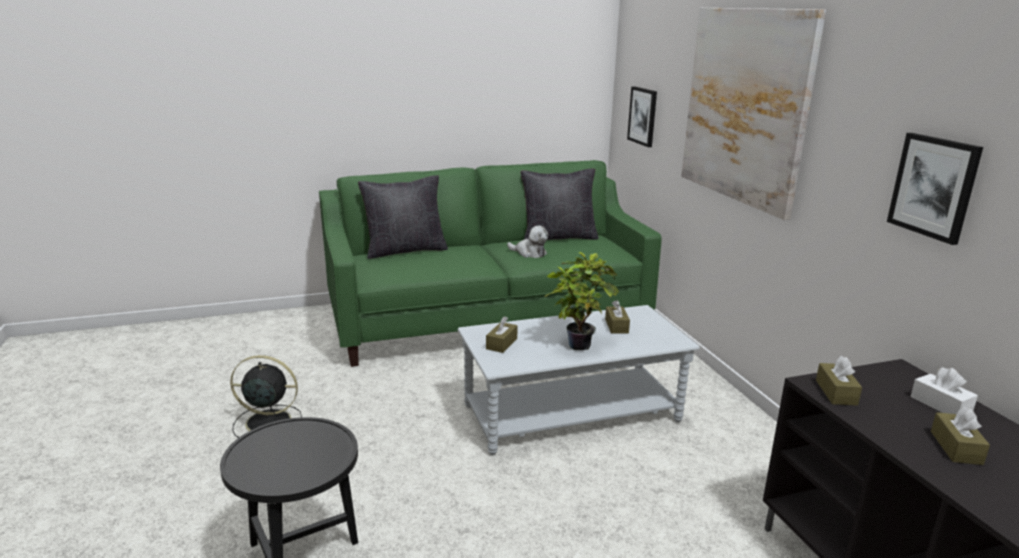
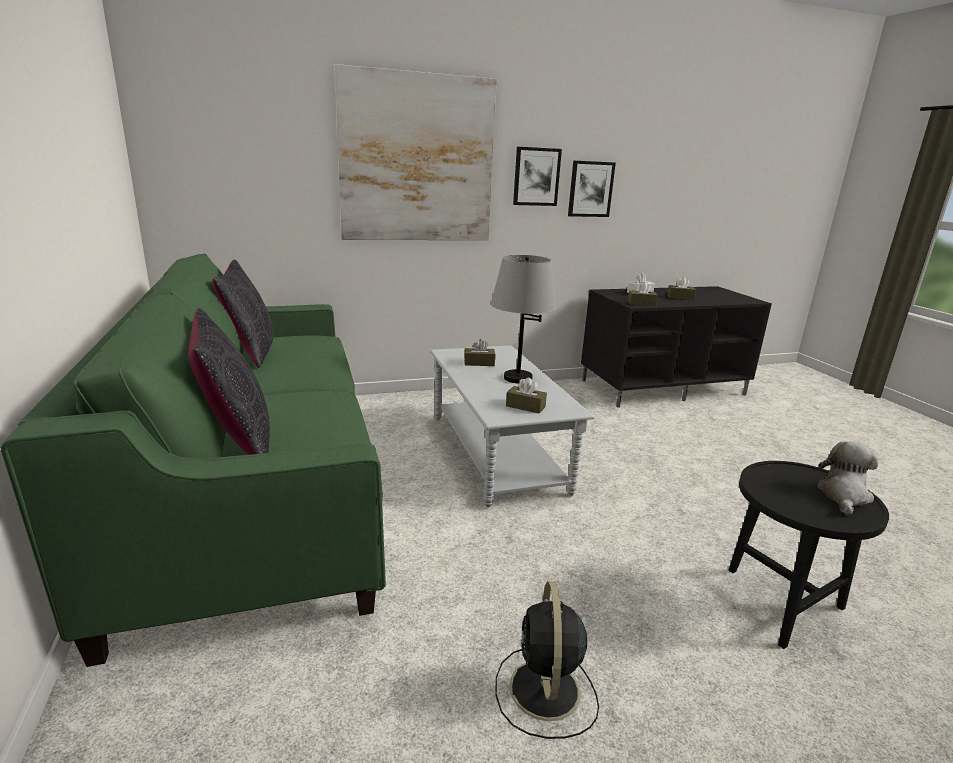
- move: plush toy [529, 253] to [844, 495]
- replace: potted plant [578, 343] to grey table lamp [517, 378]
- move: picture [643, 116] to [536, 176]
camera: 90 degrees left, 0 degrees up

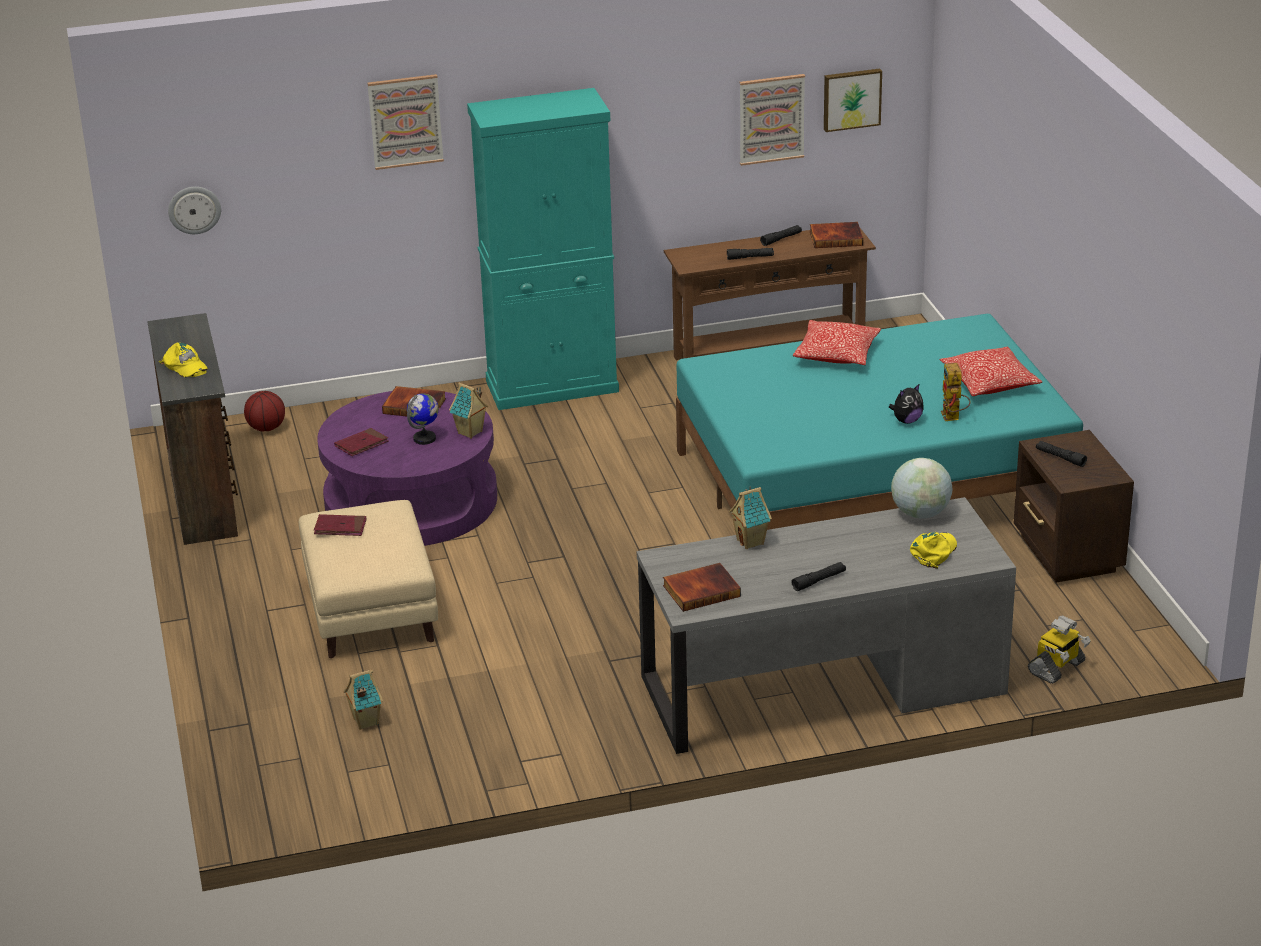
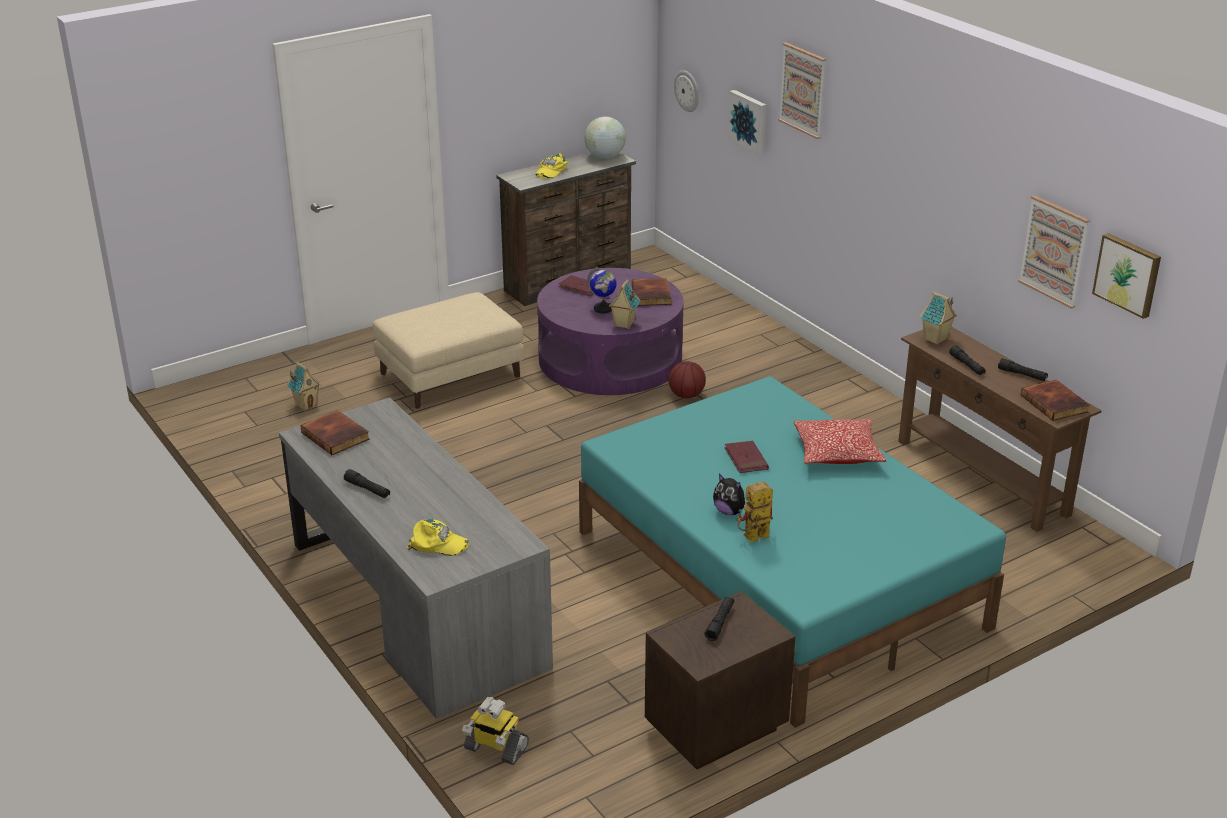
- move: basketball [266, 428] to [686, 395]
- move: red book [340, 527] to [746, 459]
- delete: turquoise cabinet [552, 386]
- move: toy house [751, 542] to [936, 339]
- move: globe [920, 514] to [605, 157]
- delete: pillow [989, 383]
- insert: picture [749, 121]
camera: 70 degrees right, 0 degrees up

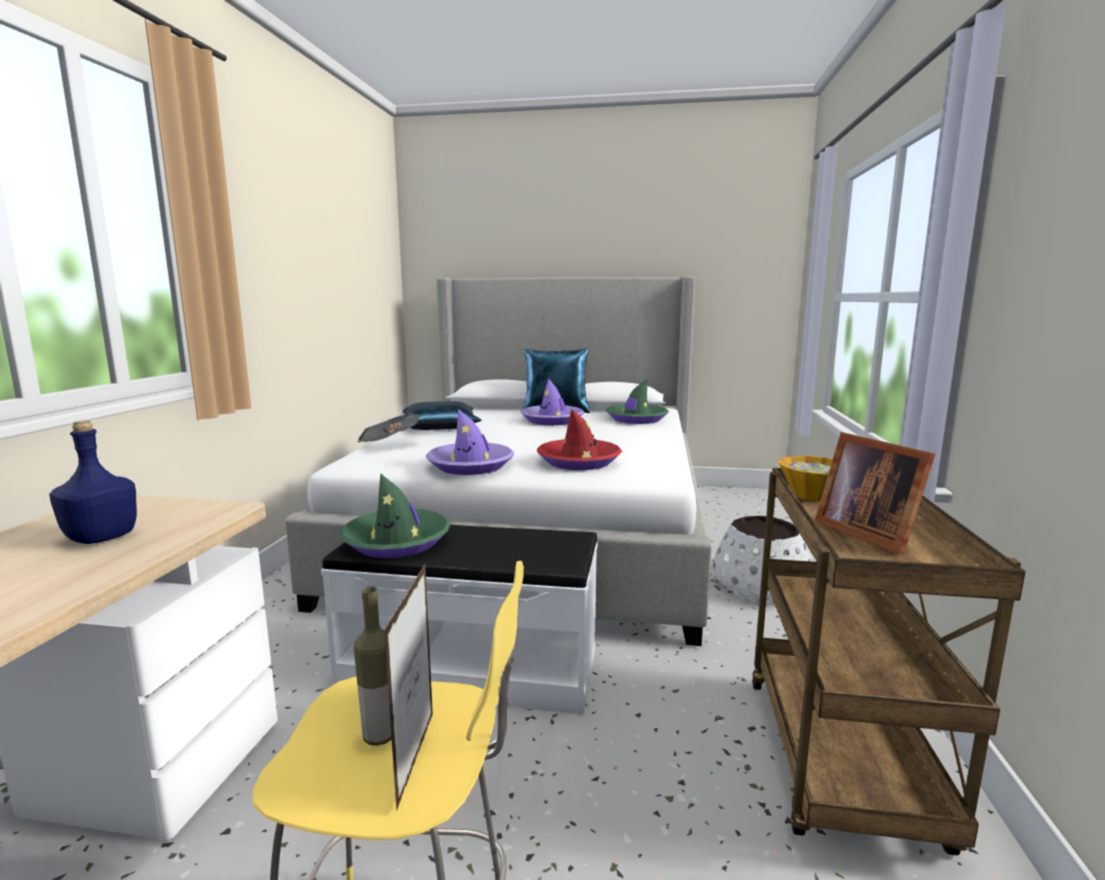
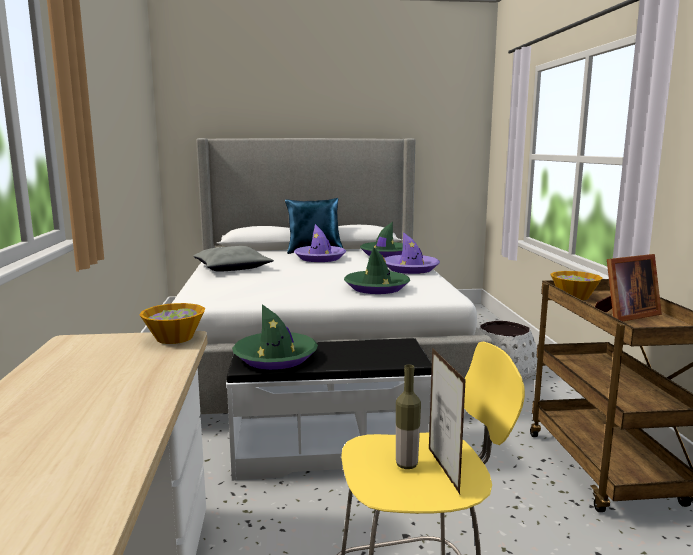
- delete: blue bottle [100, 538]
- delete: newspaper [389, 445]
- recolor: blue pillow [440, 427] to grey pillow [232, 268]
- move: purple hat [471, 466] to [410, 269]
- recolor: red hat [579, 461] to green hat [376, 288]
- rotate: picture frame [867, 532] = [624, 315] 75 degrees counterclockwise
- insert: bowl [174, 338]
camera: 15 degrees left, 0 degrees up

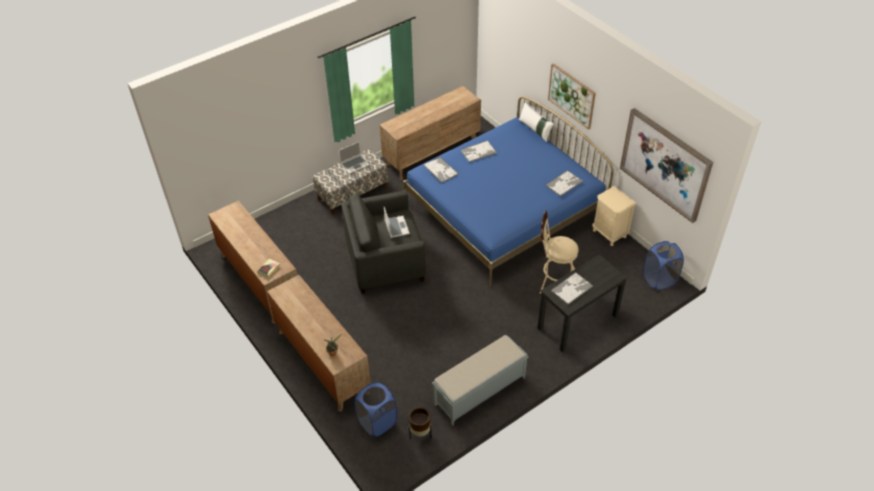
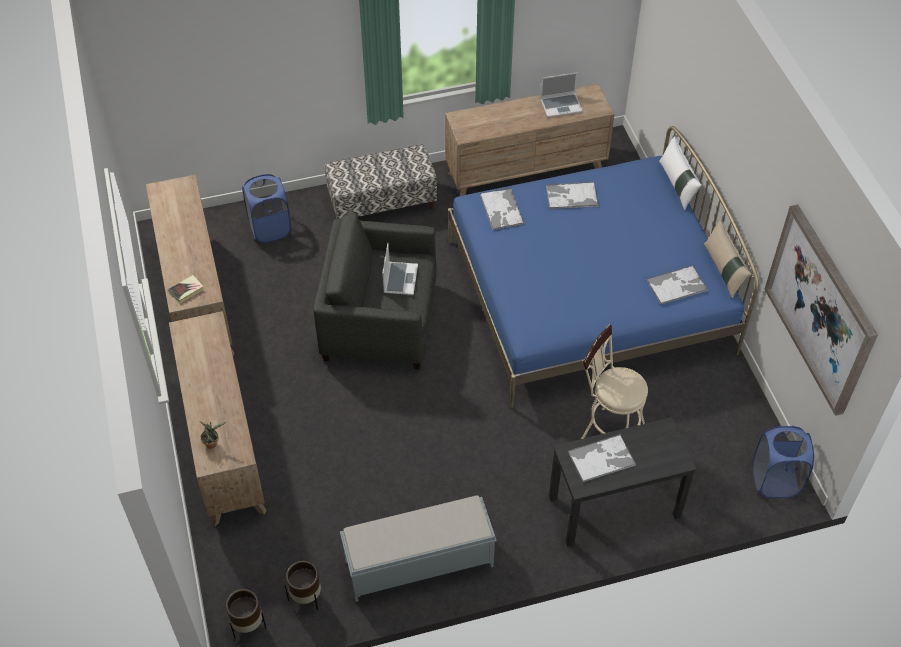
- move: laptop [355, 164] to [561, 105]
- move: blue laundry basket [377, 422] to [270, 228]
- delete: picture [571, 95]
- delete: beige nightstand [609, 233]
- insert: brown planter [248, 625]
- insert: beige pillow [723, 270]
camera: 20 degrees right, 5 degrees up

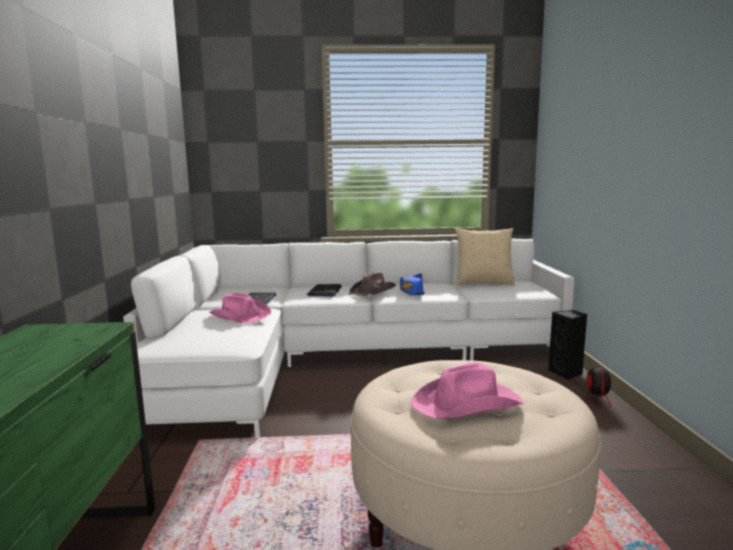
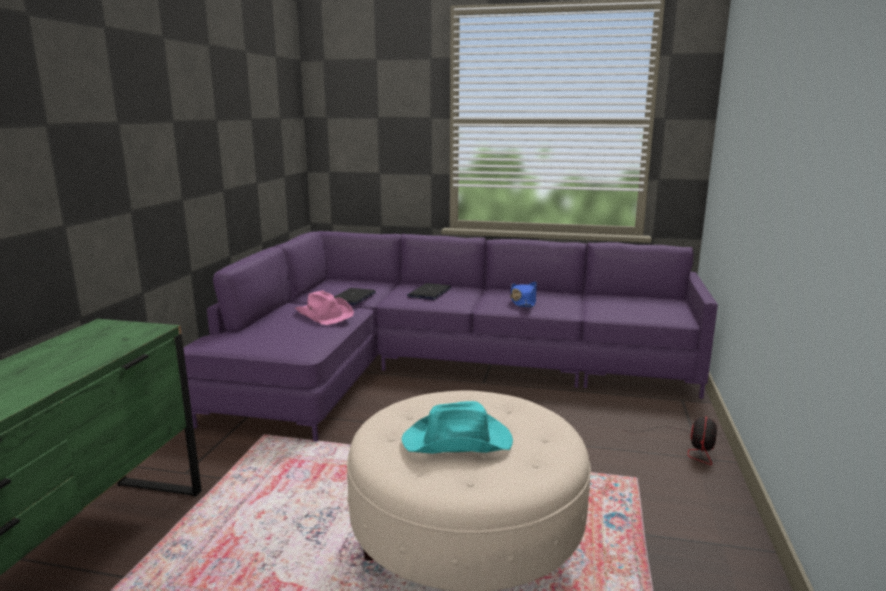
- recolor: white sofa [338, 359] to purple sofa [438, 368]
- delete: brown hat [373, 291]
- recolor: pink hat [467, 404] to turquoise hat [458, 442]
- delete: beige pillow [483, 283]
- delete: black speaker [566, 373]
camera: 15 degrees right, 5 degrees up

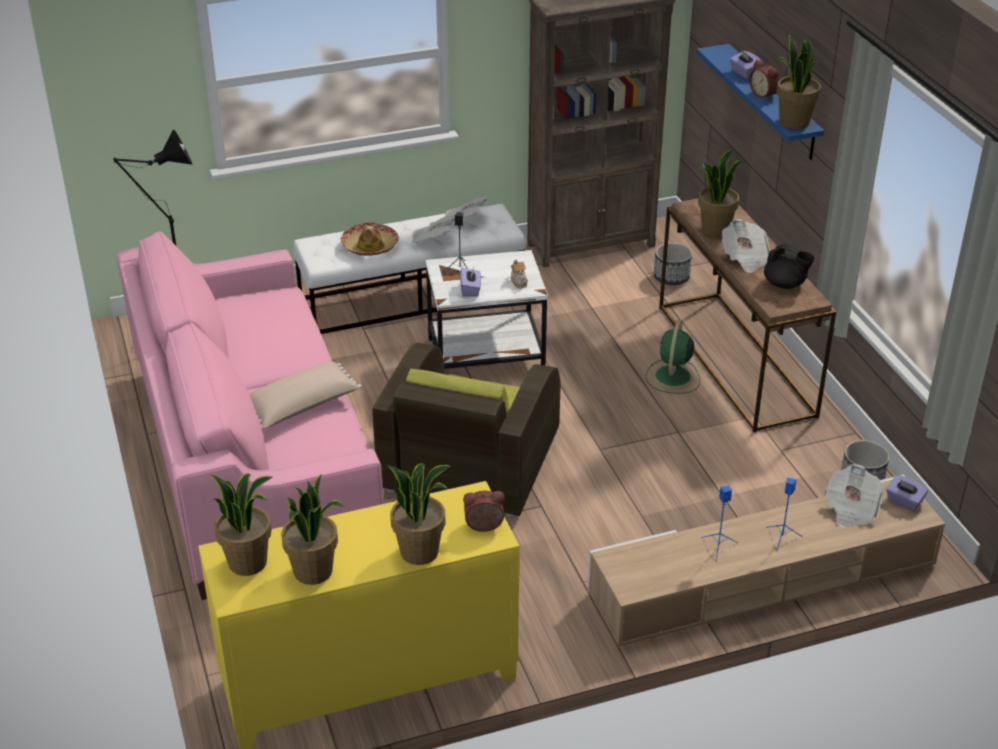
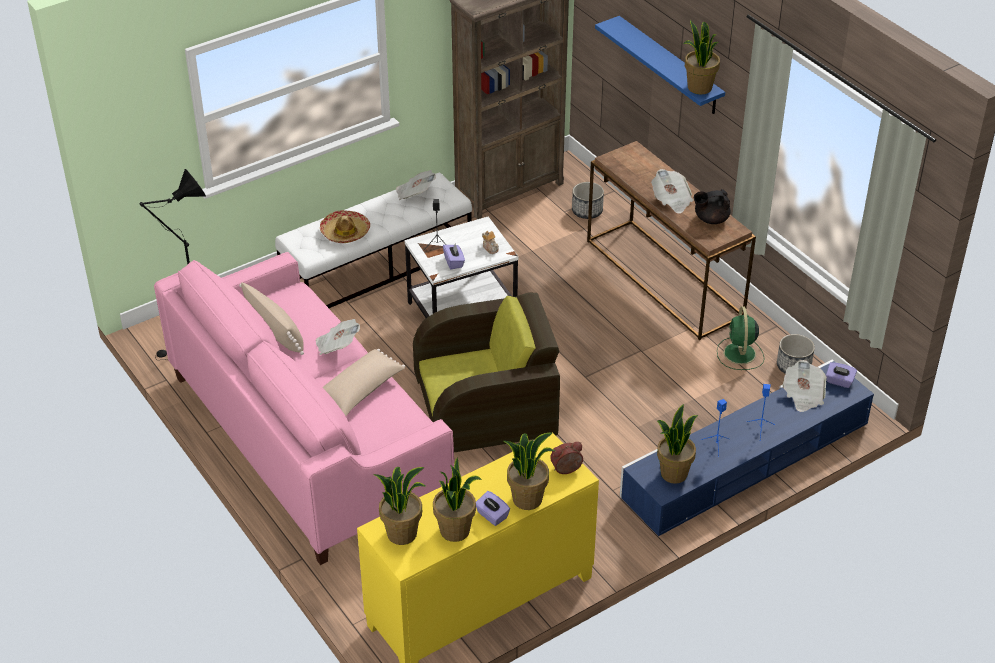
- rotate: brown armchair [469, 463] = [486, 408] 105 degrees counterclockwise
- move: newspaper [432, 240] to [337, 346]
- recolor: beige tv stand [762, 579] to blue tv stand [745, 461]
- move: green fan [672, 377] to [739, 354]
- move: potted plant [715, 229] to [673, 473]
- move: purple tissue box [744, 73] to [492, 515]
- delete: alarm clock [764, 94]
- rotate: black teapot [785, 284] = [710, 219] 150 degrees clockwise
- insert: beige pillow [275, 331]
camera: 15 degrees left, 5 degrees up

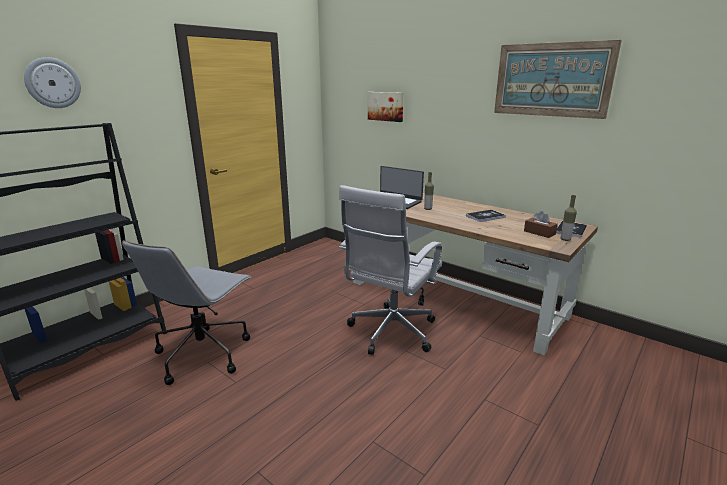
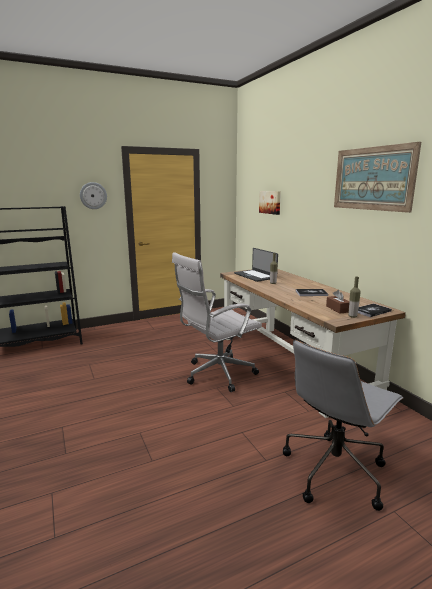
- move: wall clock [53, 83] to [93, 195]
- move: grey office chair [203, 353] to [334, 470]
camera: 25 degrees right, 5 degrees down

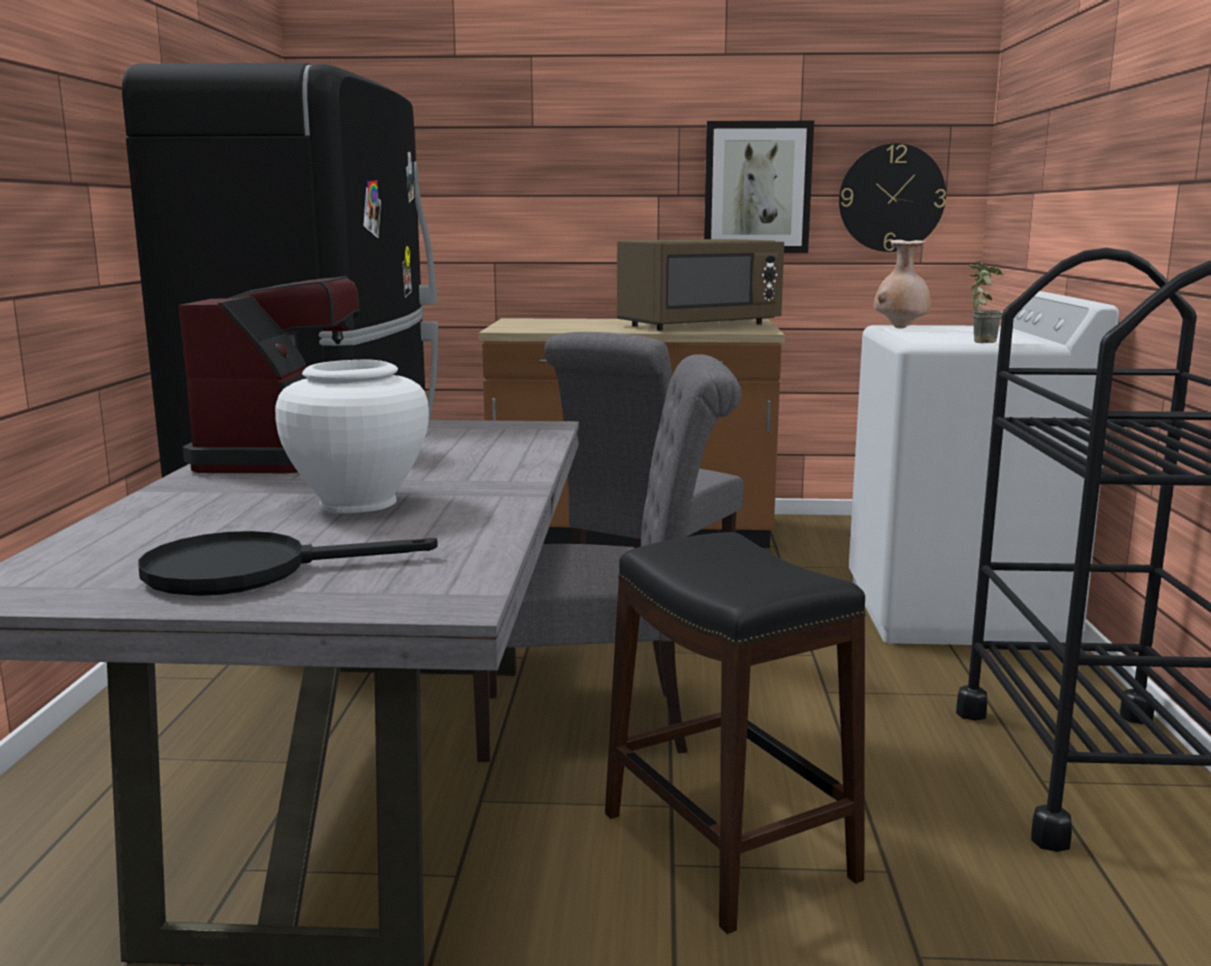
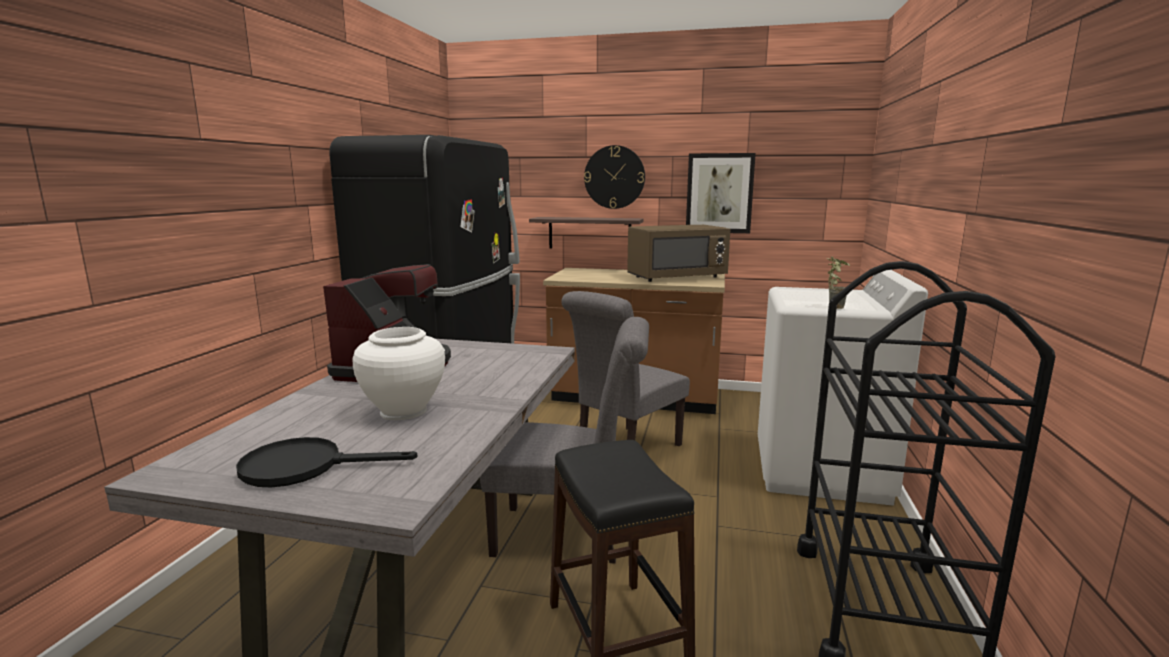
- move: wall clock [891, 198] to [614, 177]
- delete: beige vase [900, 328]
- insert: shelf [589, 233]
camera: 10 degrees right, 0 degrees up

